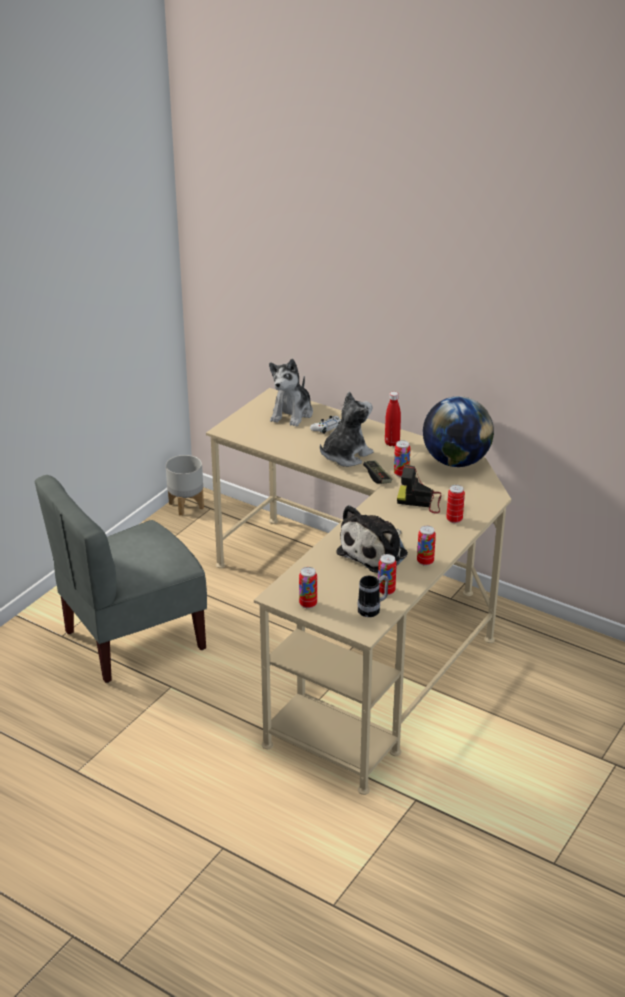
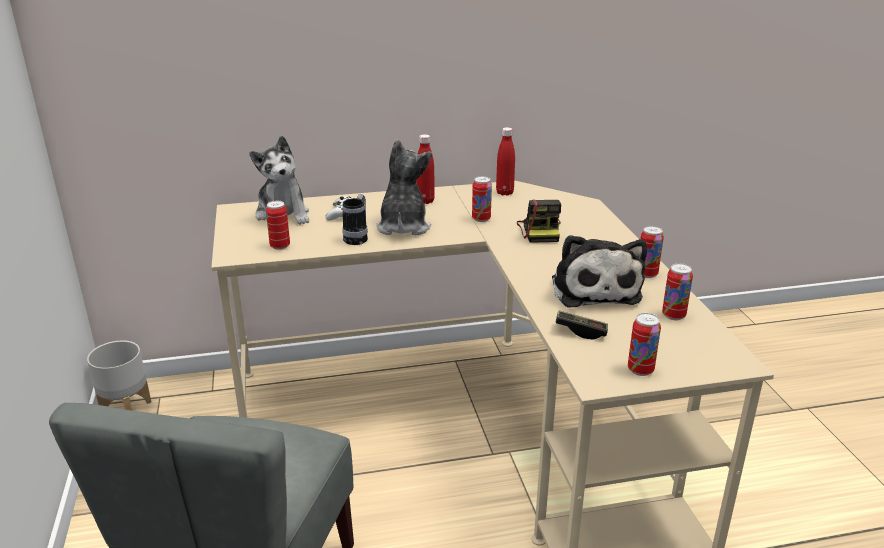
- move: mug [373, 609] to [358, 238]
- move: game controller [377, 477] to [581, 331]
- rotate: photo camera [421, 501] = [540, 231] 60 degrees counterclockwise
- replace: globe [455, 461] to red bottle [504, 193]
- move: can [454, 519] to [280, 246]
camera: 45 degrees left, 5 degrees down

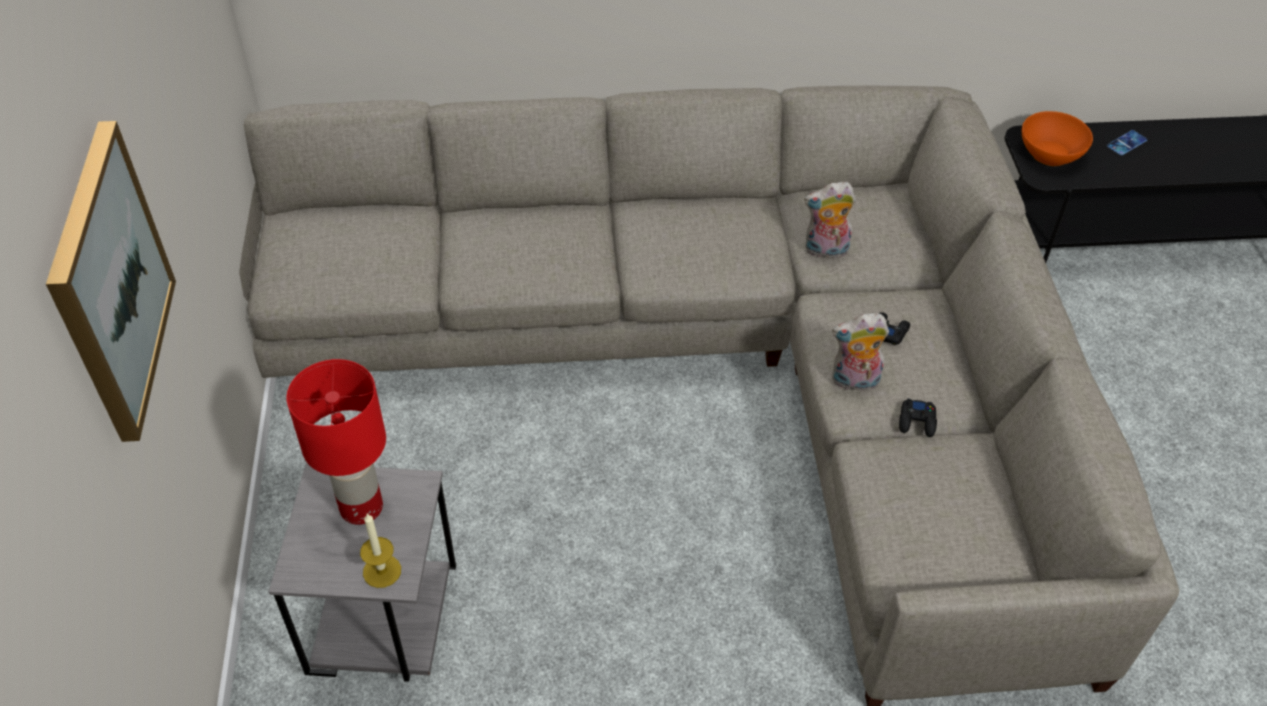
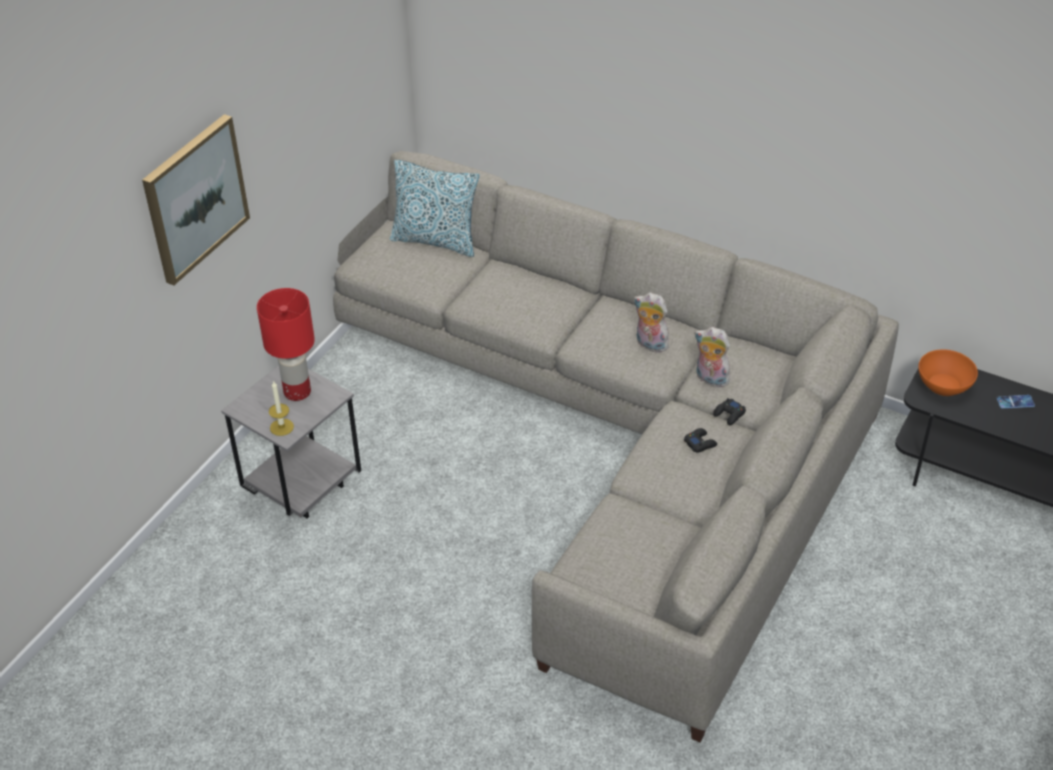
- move: plush toy [854, 382] to [649, 344]
- move: black game controller [917, 421] to [729, 414]
- insert: pillow [436, 241]
camera: 35 degrees right, 5 degrees down

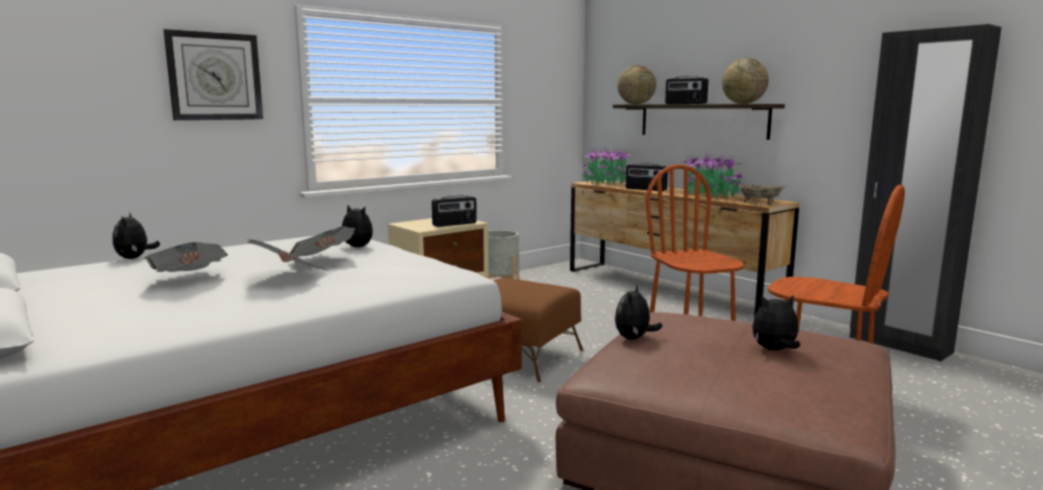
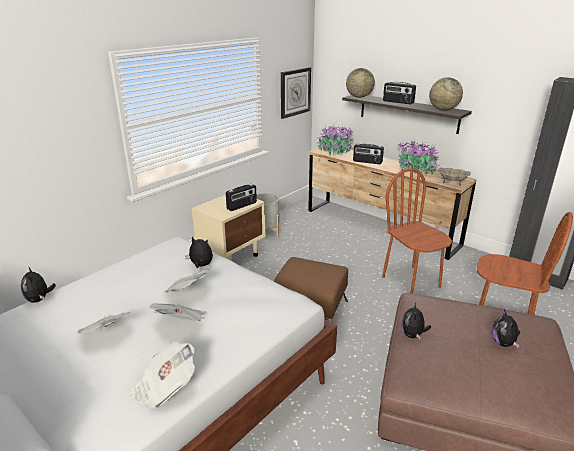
- move: wall clock [215, 76] to [295, 92]
- rotate: plush toy [774, 350] = [503, 343] 75 degrees counterclockwise
- insert: newspaper [165, 387]
camera: 10 degrees left, 15 degrees up

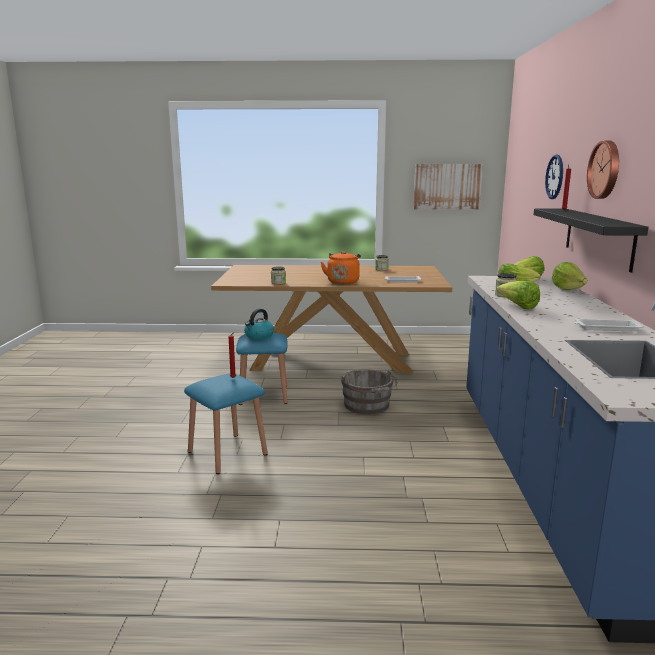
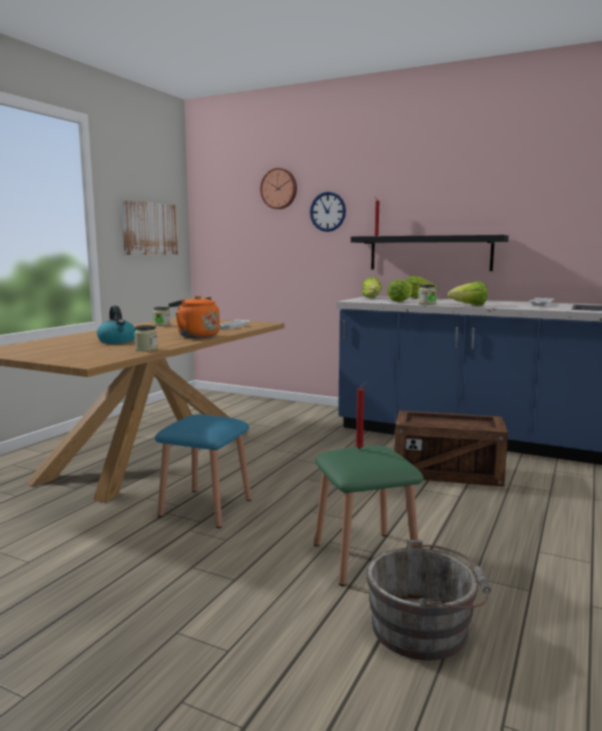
- recolor: blue stool [227, 453] to green stool [364, 557]
- move: kettle [259, 336] to [117, 341]
- move: grey bucket [368, 406] to [425, 629]
- move: wall clock [605, 169] to [279, 189]
- insert: crate [447, 472]
camera: 65 degrees left, 5 degrees down

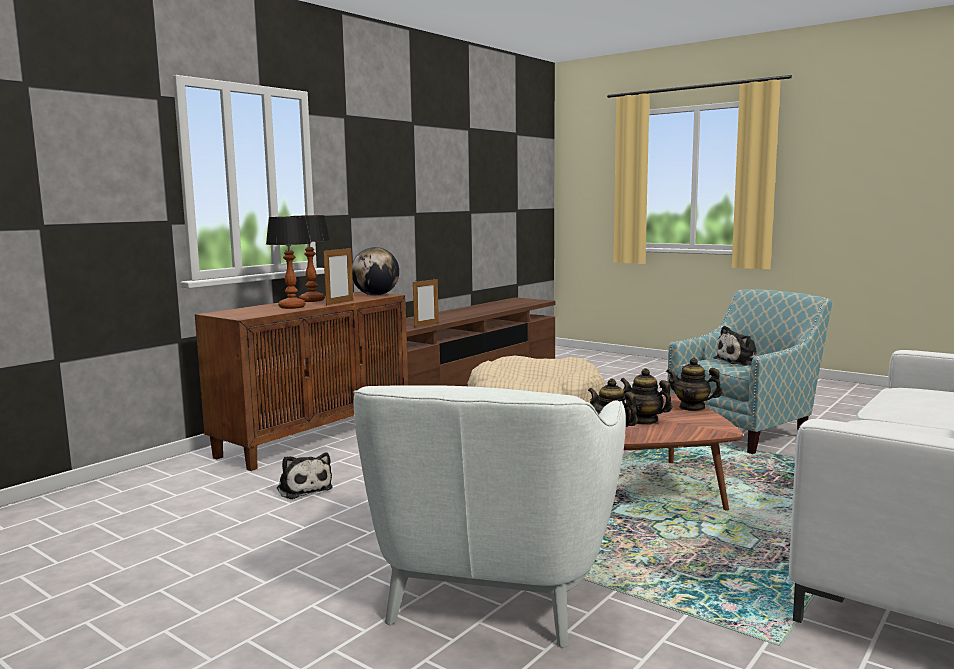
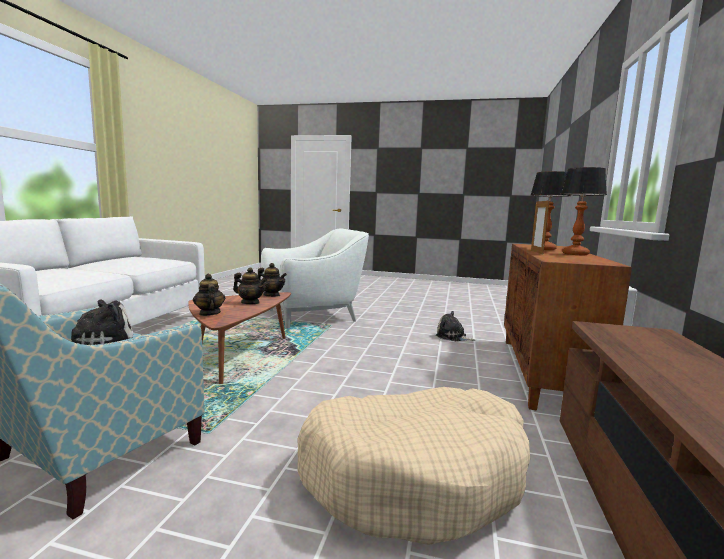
- delete: globe [376, 295]
- rotate: white armchair [495, 586] = [312, 316] 75 degrees clockwise
- delete: picture frame [426, 325]
- rotate: teapot [692, 408] = [209, 313] 120 degrees counterclockwise
camera: 155 degrees right, 0 degrees up

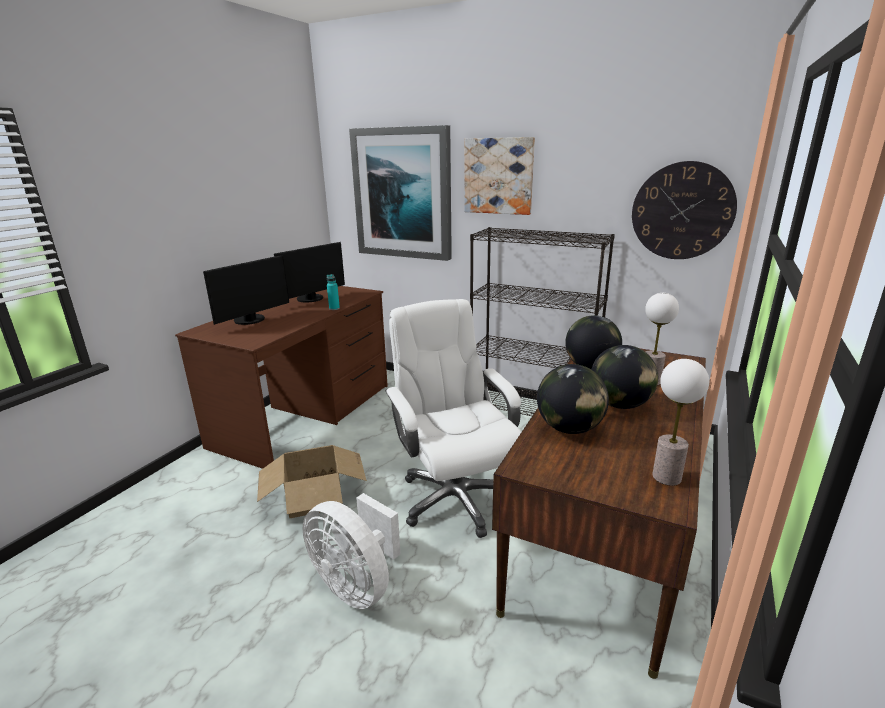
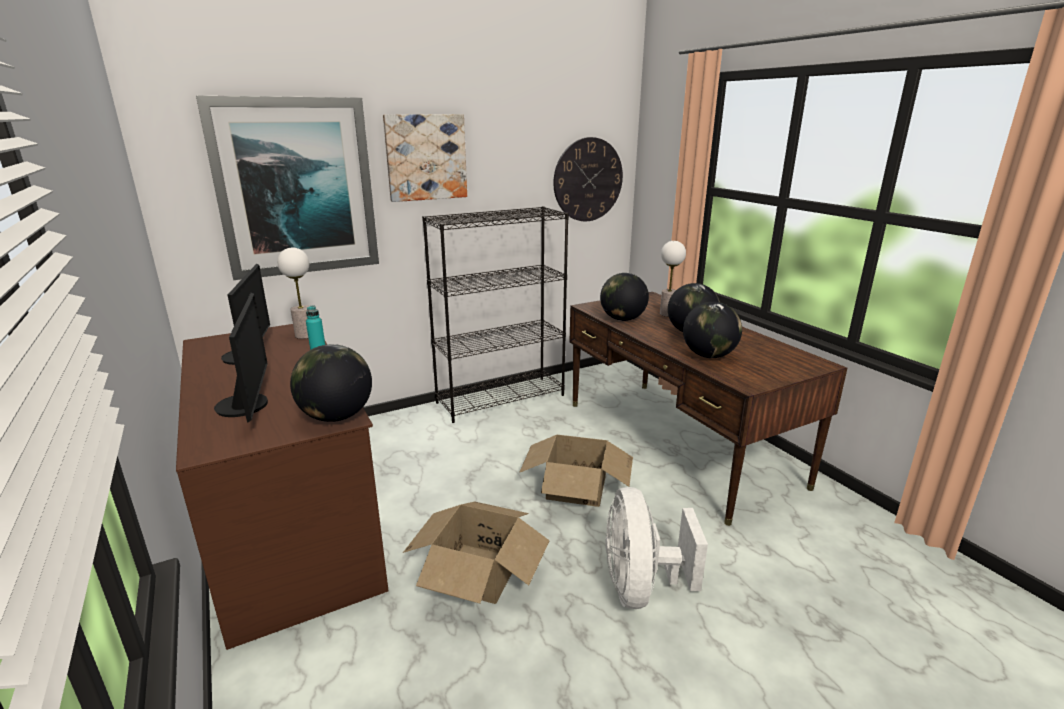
- rotate: white fan [356, 584] = [640, 587] 105 degrees clockwise
- replace: white office chair [455, 497] to cardboard box [576, 487]
- move: table lamp [666, 477] to [304, 335]
- insert: globe [336, 416]
camera: 55 degrees left, 0 degrees up

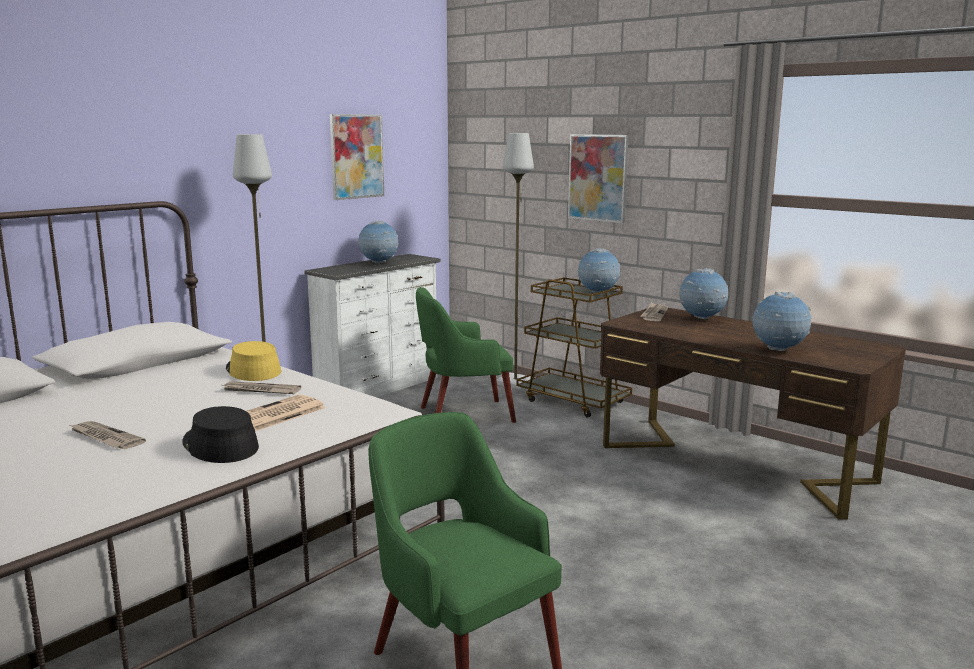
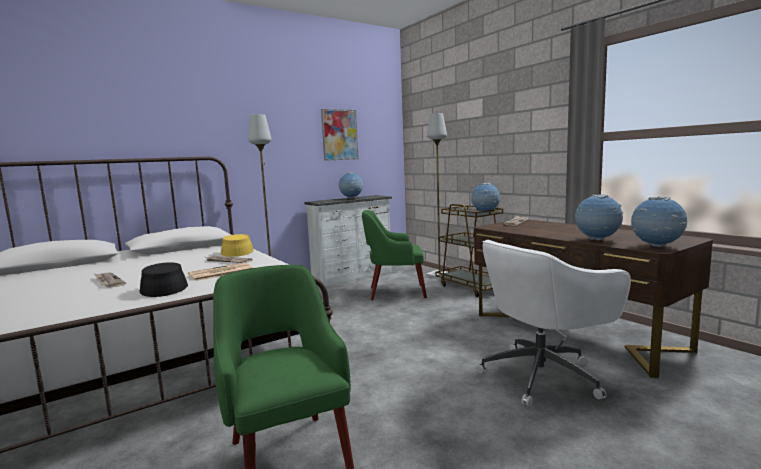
- delete: picture [598, 178]
- move: globe [701, 319] to [656, 247]
- insert: white office chair [543, 375]
camera: 15 degrees right, 5 degrees down

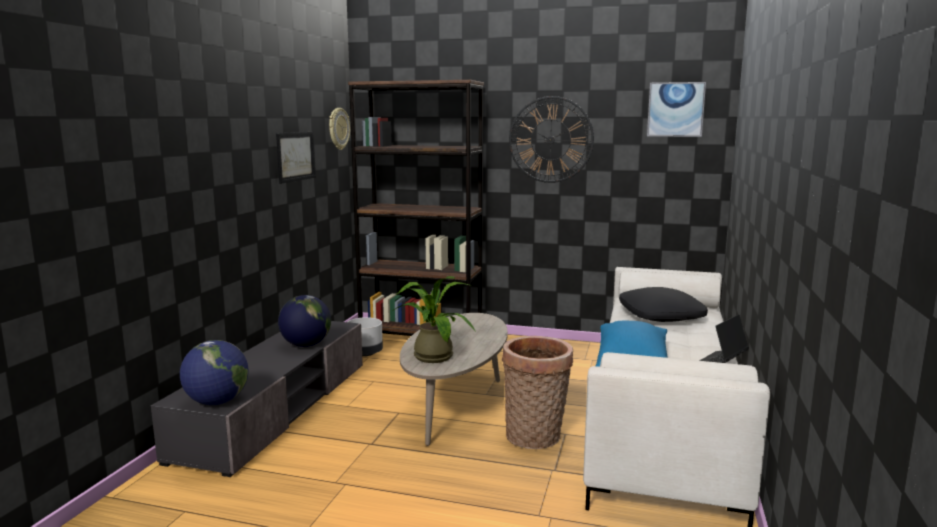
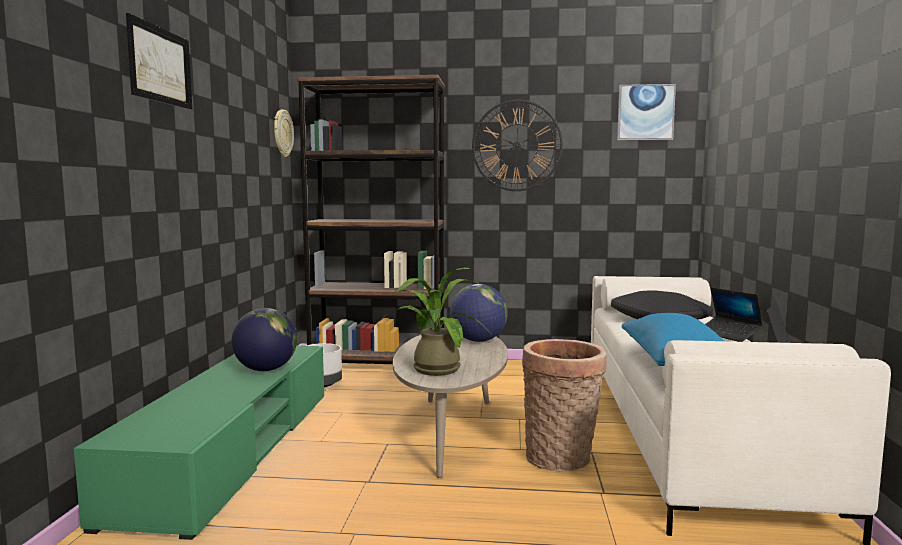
- recolor: grey tv stand [276, 409] to green tv stand [232, 450]
- move: globe [217, 402] to [478, 341]
- move: picture [296, 156] to [160, 65]
- insert: laptop [728, 335]
camera: 10 degrees left, 5 degrees down

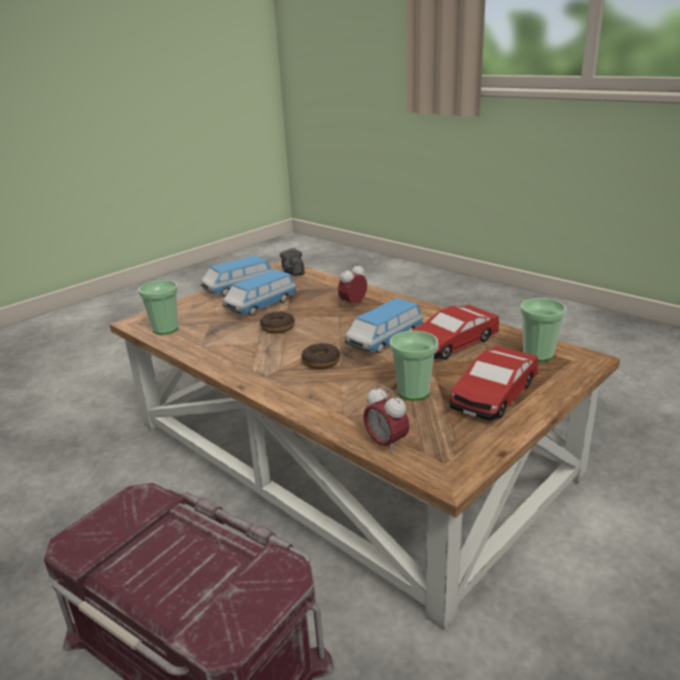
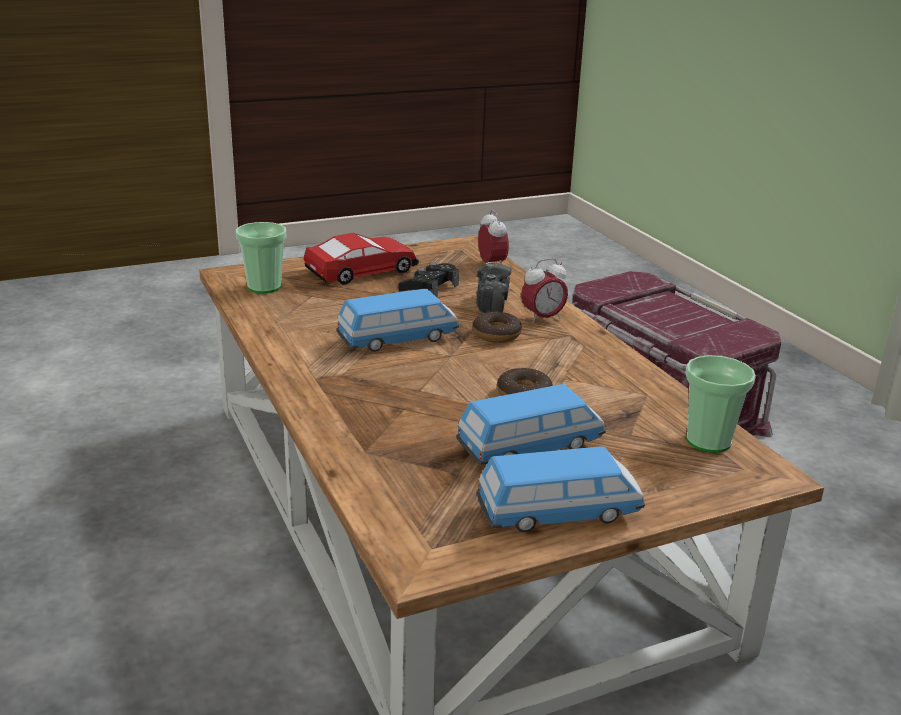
- move: photo camera [293, 272] to [491, 303]
- move: alarm clock [353, 304] to [542, 318]
- replace: cup [413, 392] to black game controller [429, 288]
- delete: toy car [452, 343]
camera: 160 degrees left, 0 degrees up

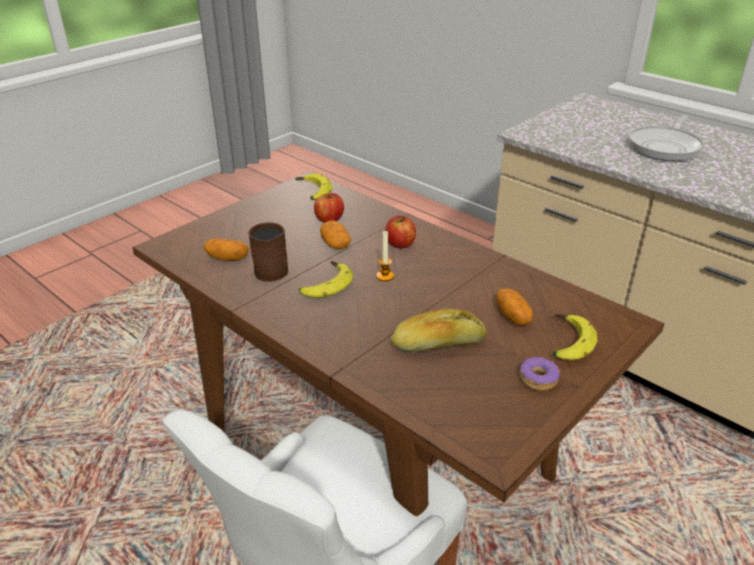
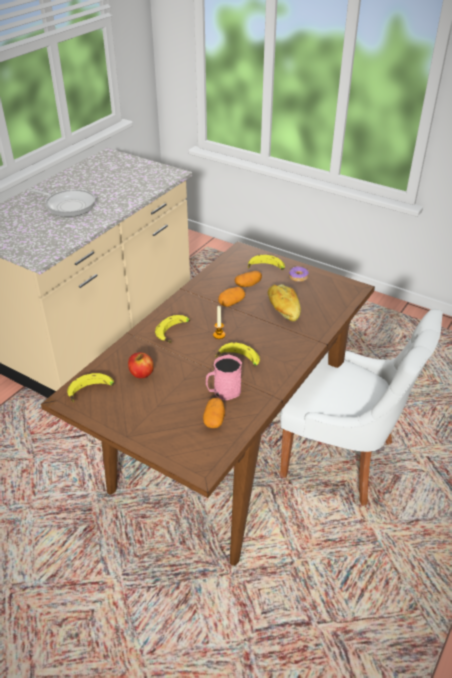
- recolor: brown mug [270, 269] to pink mug [223, 392]
- move: potato [335, 245] to [231, 303]
- replace: apple [400, 244] to banana [174, 332]
camera: 100 degrees left, 5 degrees up

